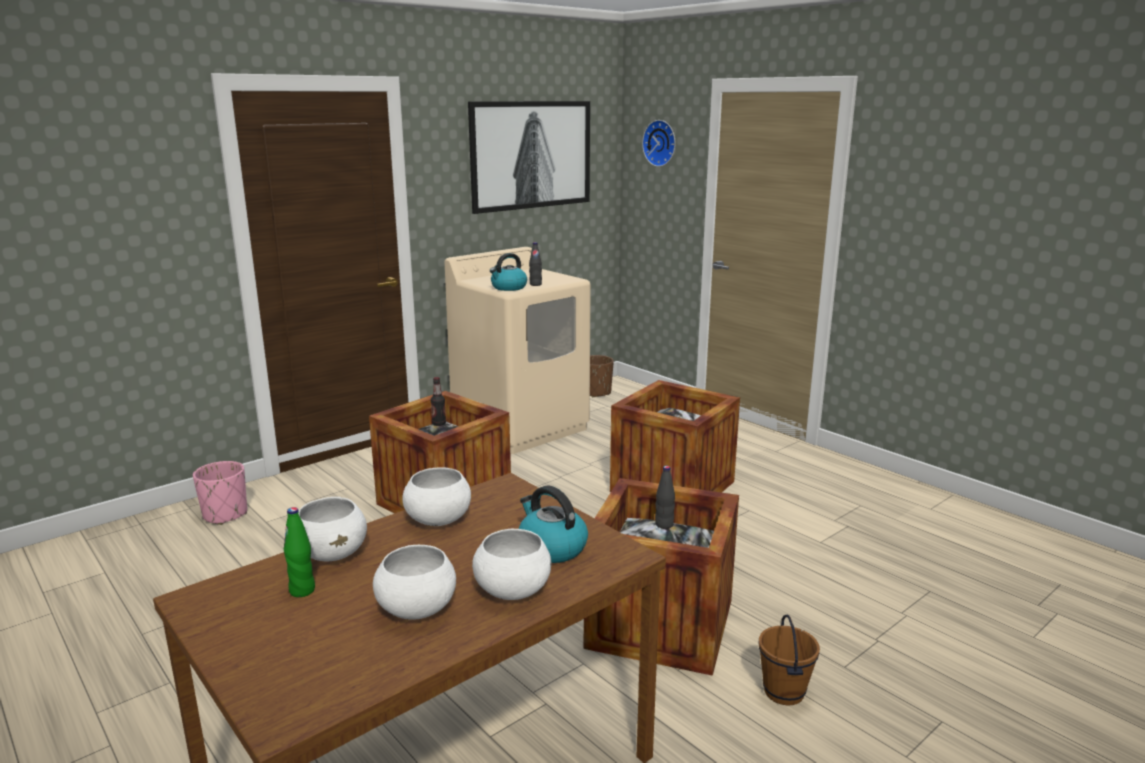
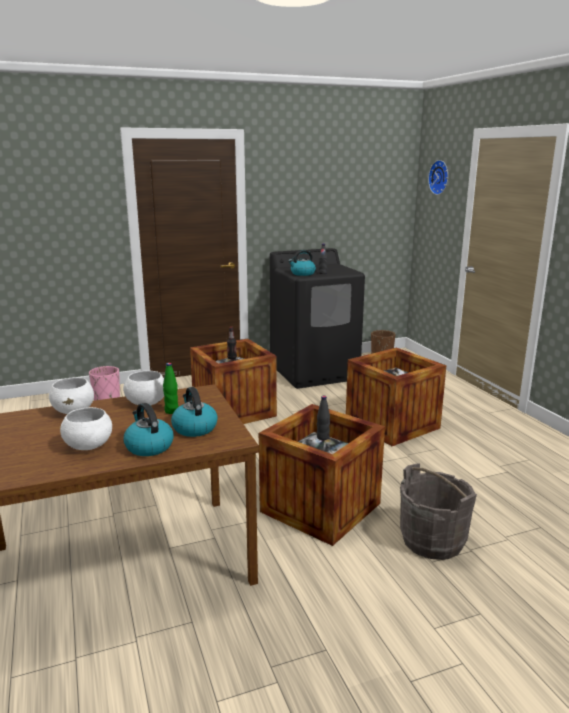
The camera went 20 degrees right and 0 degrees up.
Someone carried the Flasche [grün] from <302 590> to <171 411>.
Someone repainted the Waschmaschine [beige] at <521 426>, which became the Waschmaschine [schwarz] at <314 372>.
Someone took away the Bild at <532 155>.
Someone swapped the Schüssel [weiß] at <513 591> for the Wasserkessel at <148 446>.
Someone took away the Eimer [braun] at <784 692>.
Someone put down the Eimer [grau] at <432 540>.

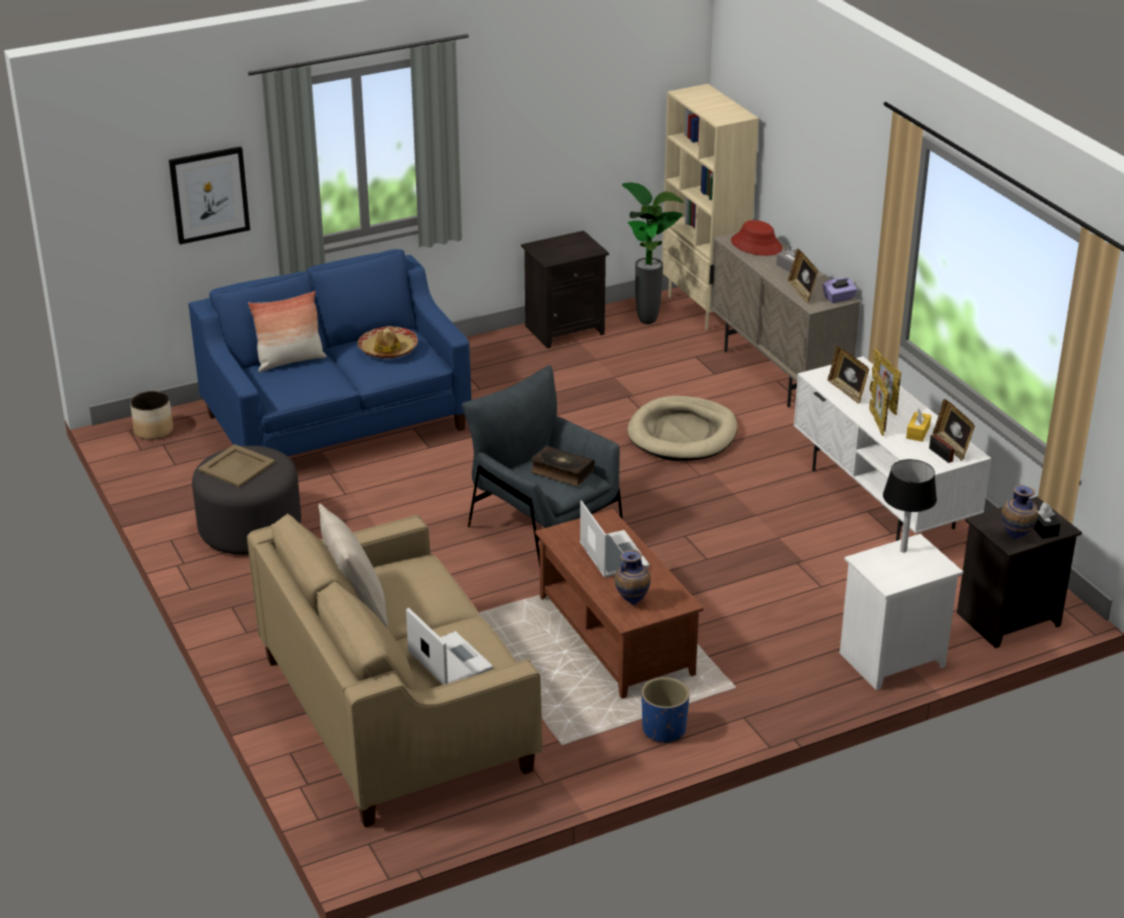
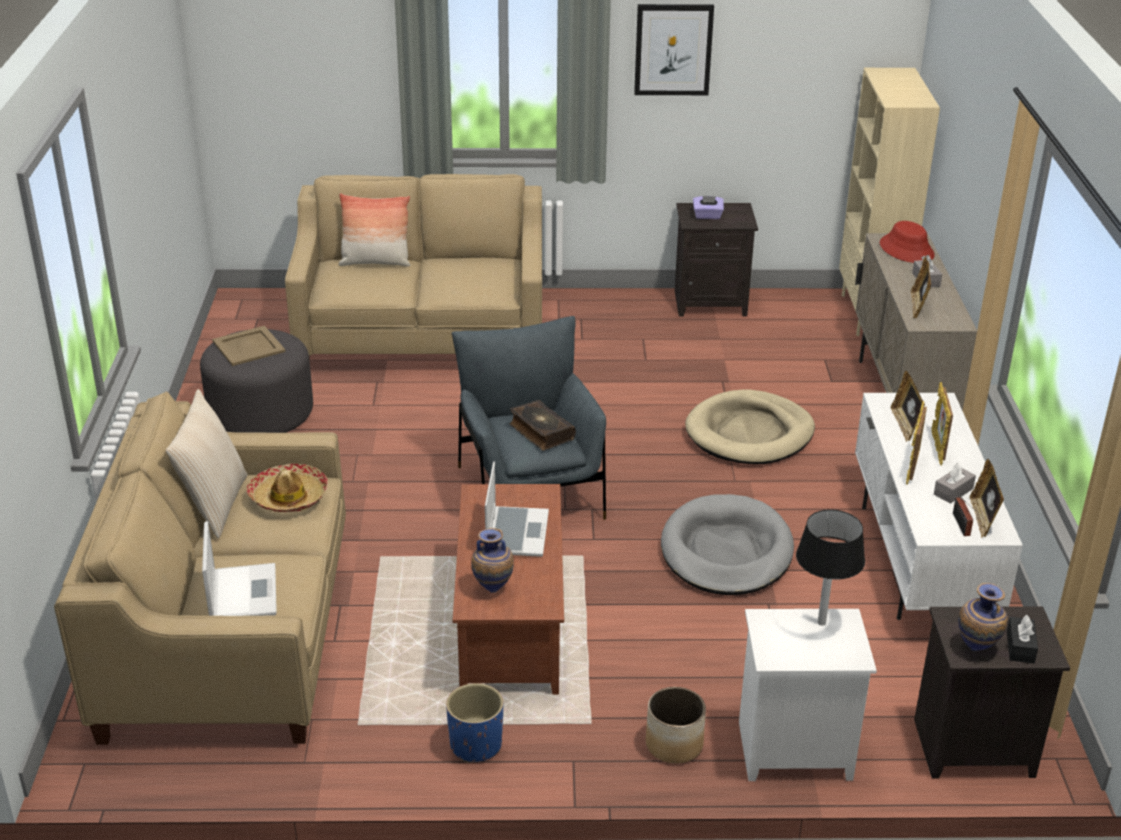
The camera went 25 degrees right and 0 degrees up.
Someone carried the Pflanzkübel from <154 430> to <674 744>.
Someone carried the Bild from <209 194> to <673 49>.
Someone repainted the Sofa [blau] at <336 422>, which became the Sofa [beige] at <422 337>.
Someone carried the Hut from <388 349> to <289 497>.
Someone took away the Topfpflanze at <646 321>.
Someone carried the Taschentuchbox [lila] from <839 298> to <707 216>.
Someone repainted the Taschentuchbox [gelb] at <918 432>, which became the Taschentuchbox [grau] at <953 491>.
Someone put down the Hundebett [grau] at <726 551>.

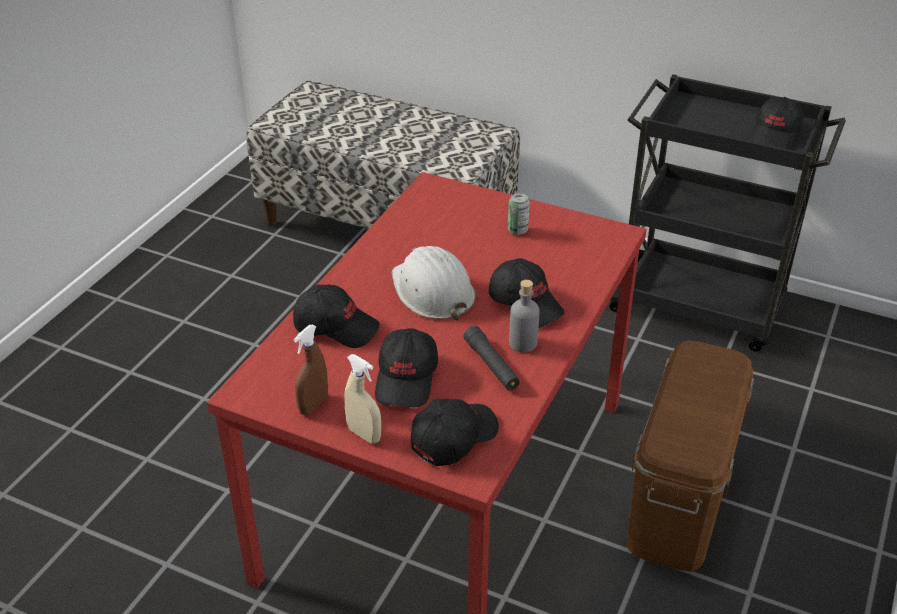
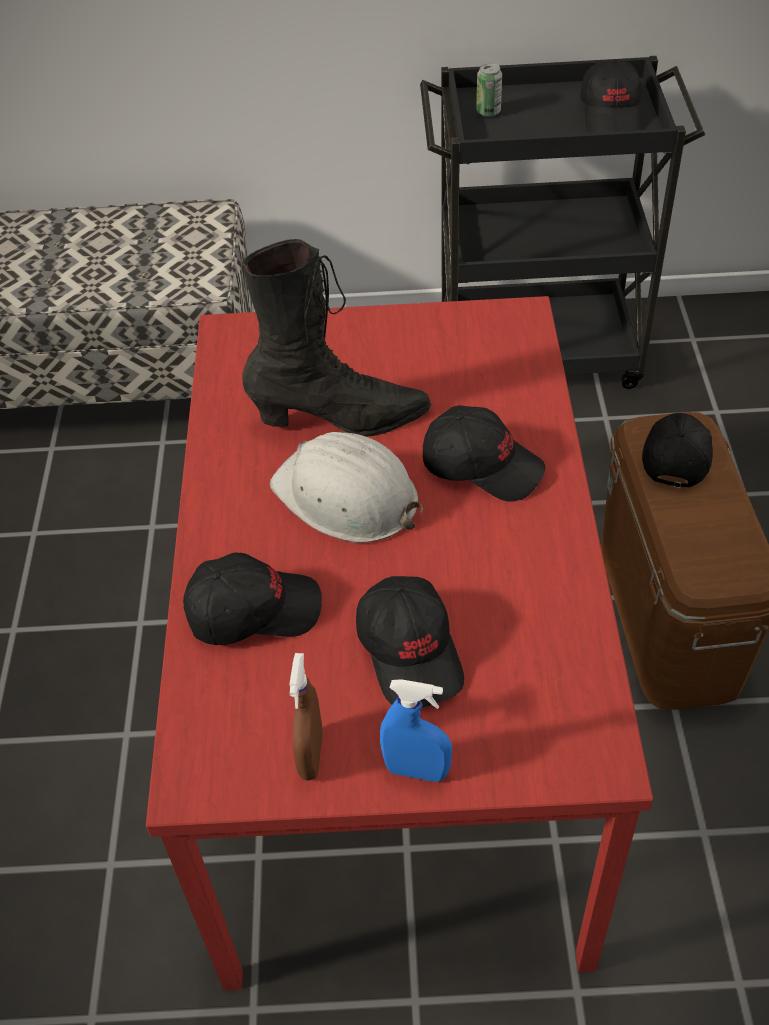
The camera went 25 degrees left and 10 degrees up.
Someone repainted the Sprühflasche [beige] at <364 434>, which became the Sprühflasche [blau] at <416 770>.
Someone carried the Kappe [schwarz] from <453 437> to <675 455>.
Someone took away the Taschenlampe [schwarz] at <491 365>.
Someone carried the Dose from <517 230> to <488 112>.
Someone took away the Flasche [grau] at <523 343>.
Someone put down the Stiefel [schwarz] at <340 419>.

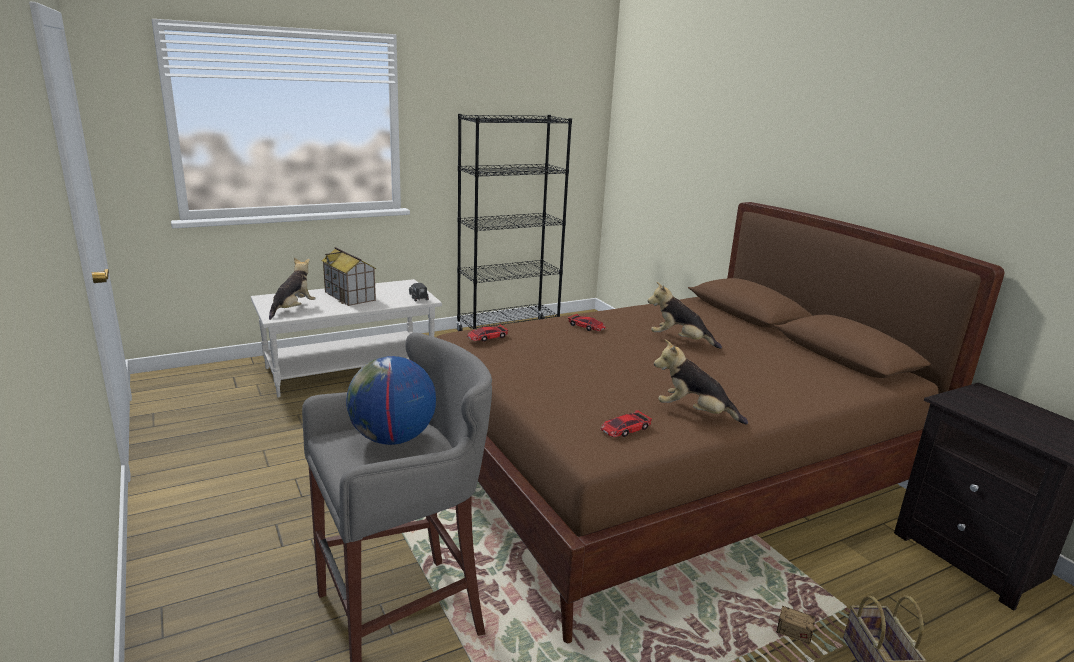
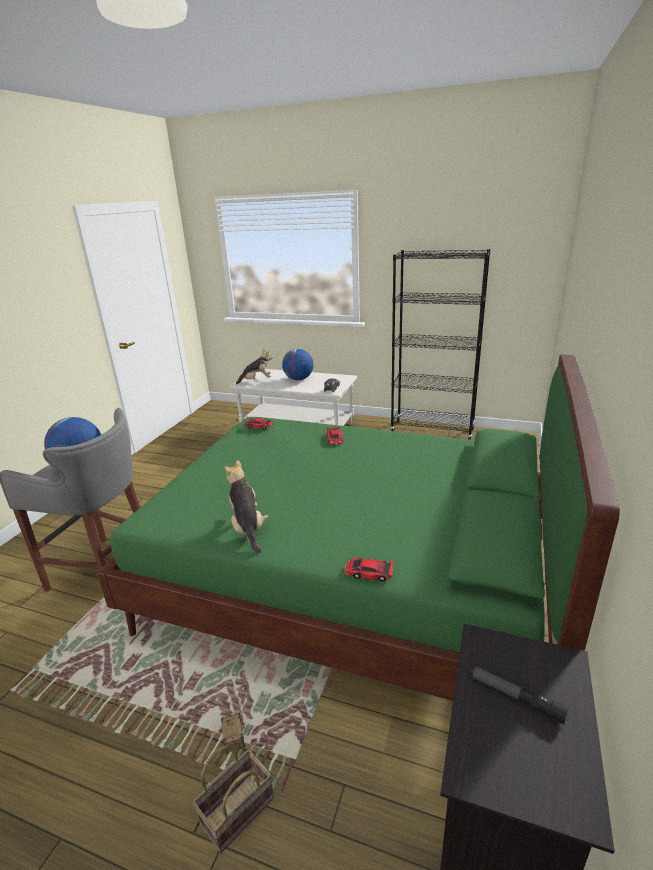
The camera went 50 degrees right and 5 degrees up.
Someone swapped the Spielzeughaus at <350 296> for the Globus at <298 379>.
Someone repainted the Bett [braun] at <667 477>, which became the Bett [grün] at <352 583>.
Someone carried the Spielzeugauto from <625 429> to <368 572>.
Someone took away the Plüschtier at <680 341>.
Someone put down the Taschenlampe at <515 697>.

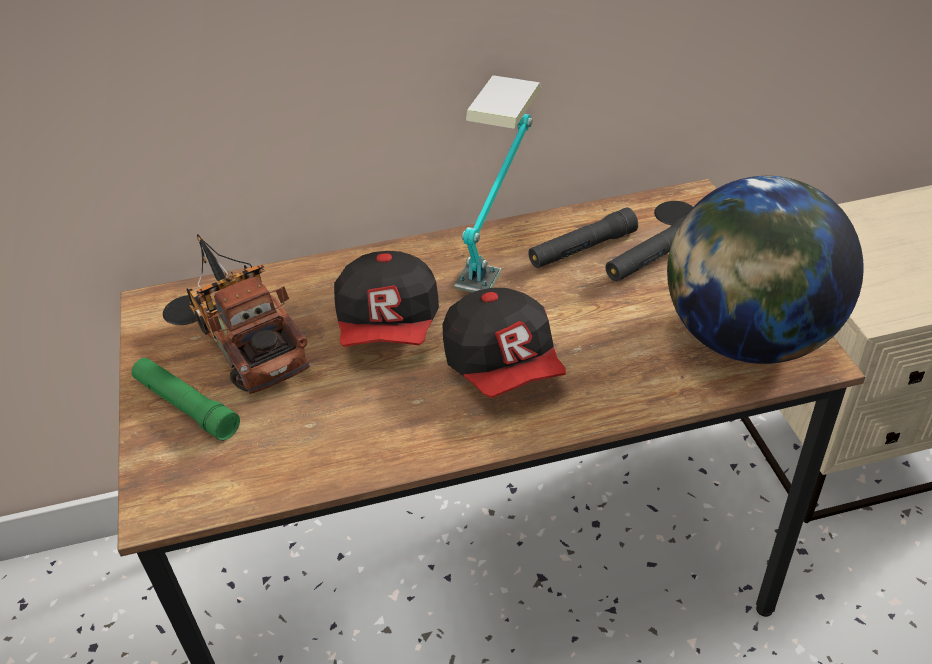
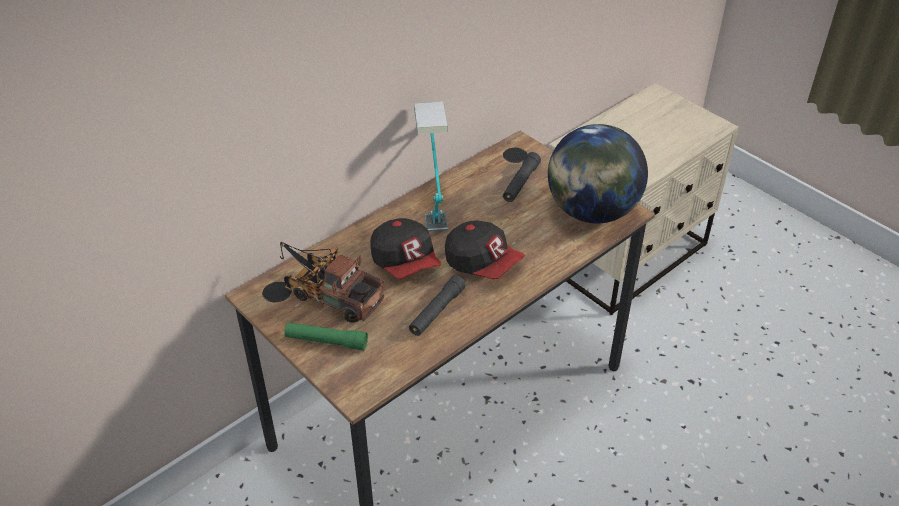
The camera went 30 degrees left and 0 degrees up.
Someone carried the Taschenlampe [schwarz] from <582 249> to <437 311>.

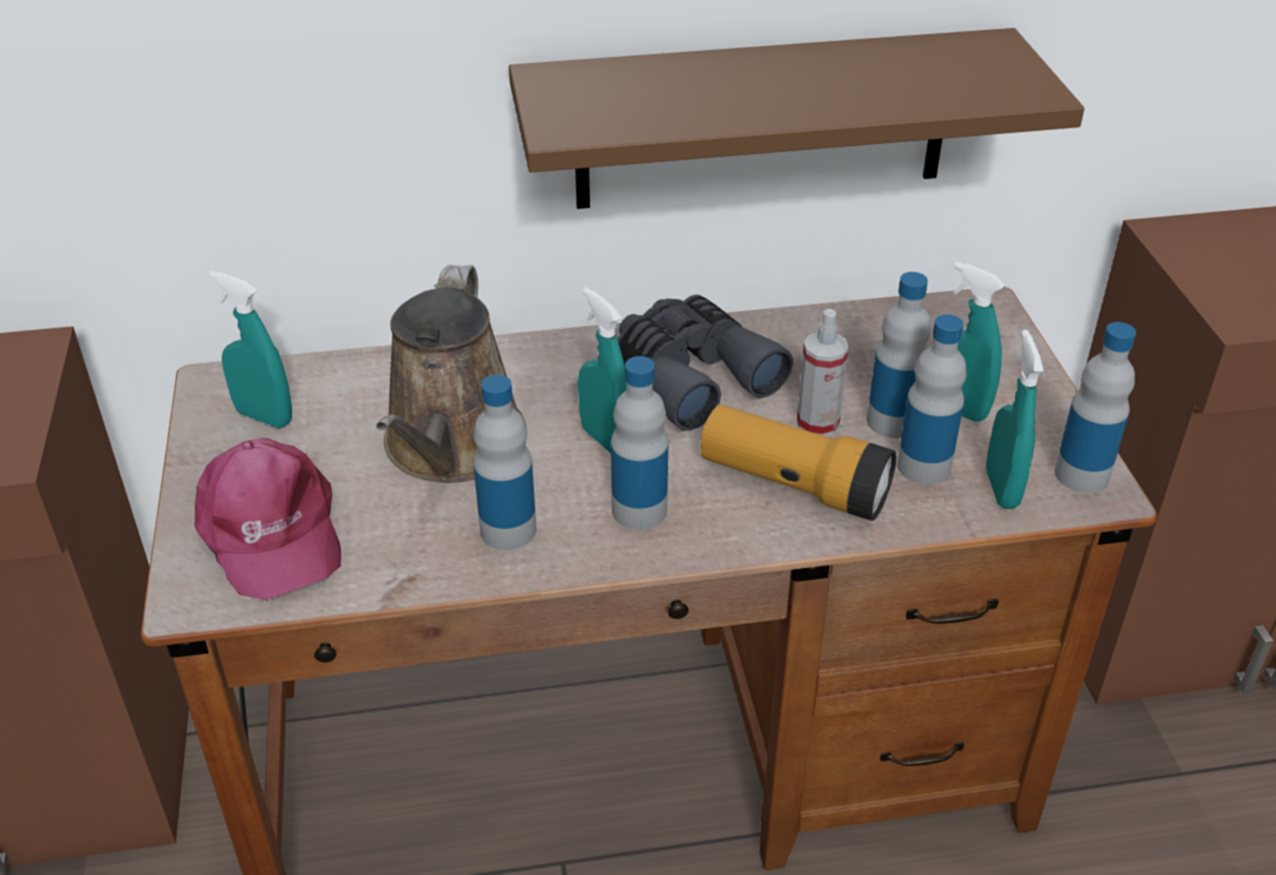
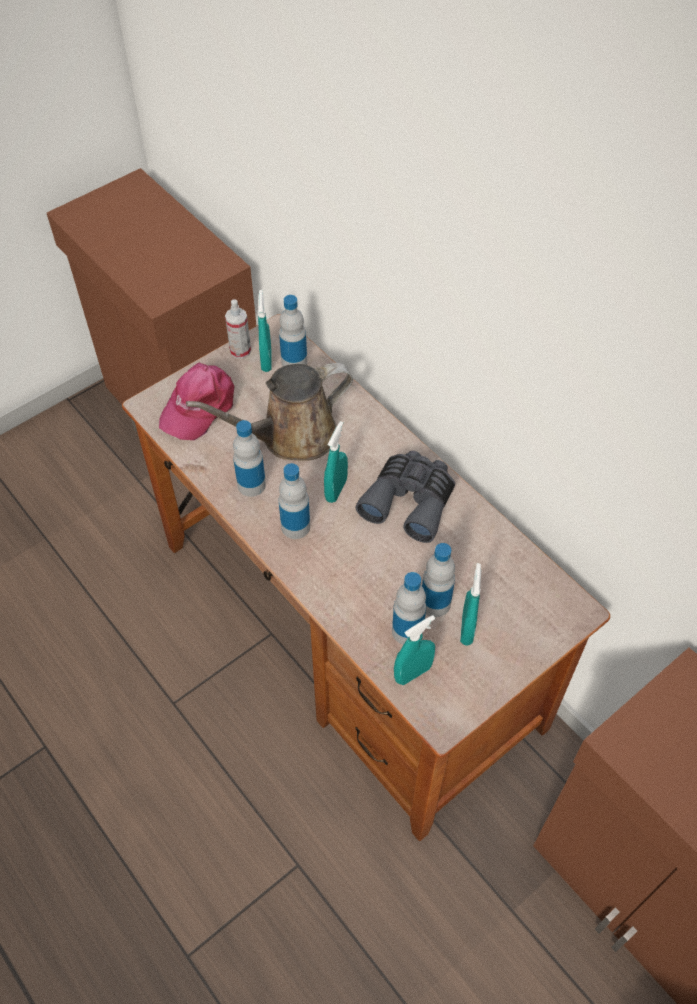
The camera went 60 degrees right and 15 degrees up.
Someone took away the Wandregal [braun] at <762 120>.
Someone took away the Taschenlampe at <794 485>.
Someone carried the Sprühflasche from <817 424> to <240 351>.
Someone carried the Flasche from <1081 474> to <294 362>.

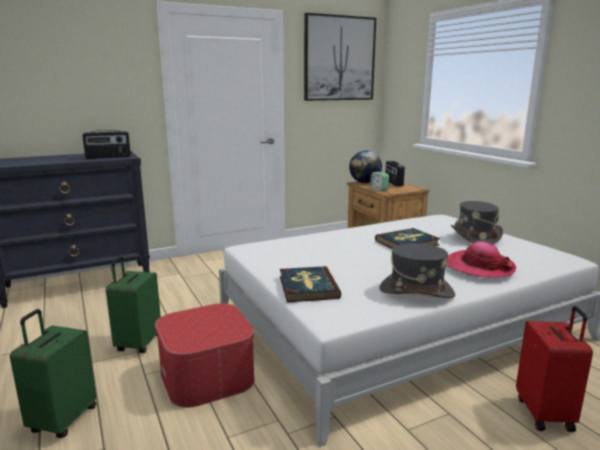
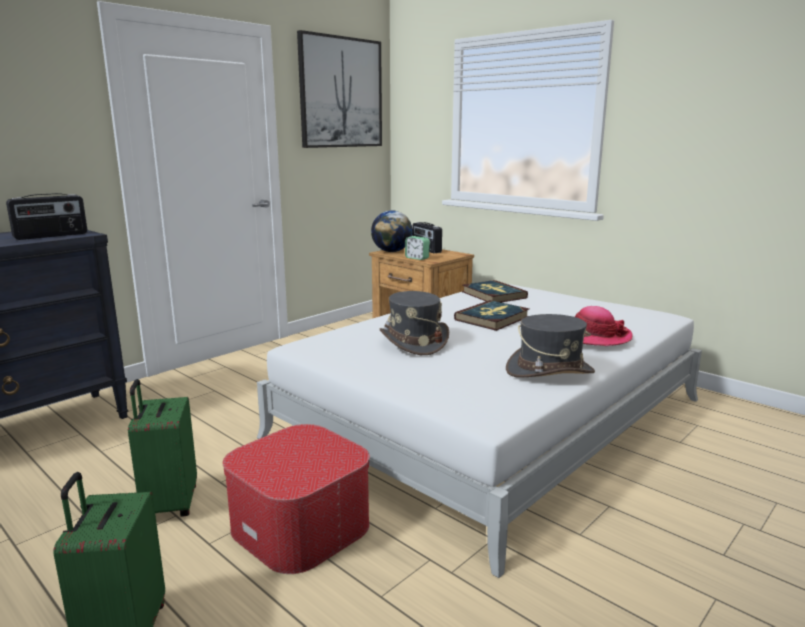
The camera went 20 degrees left and 0 degrees up.
Someone carried the Buch from <308 287> to <493 295>.
Someone carried the Hut [grau] from <475 237> to <413 342>.
Someone took away the Koffer [rot] at <546 414>.

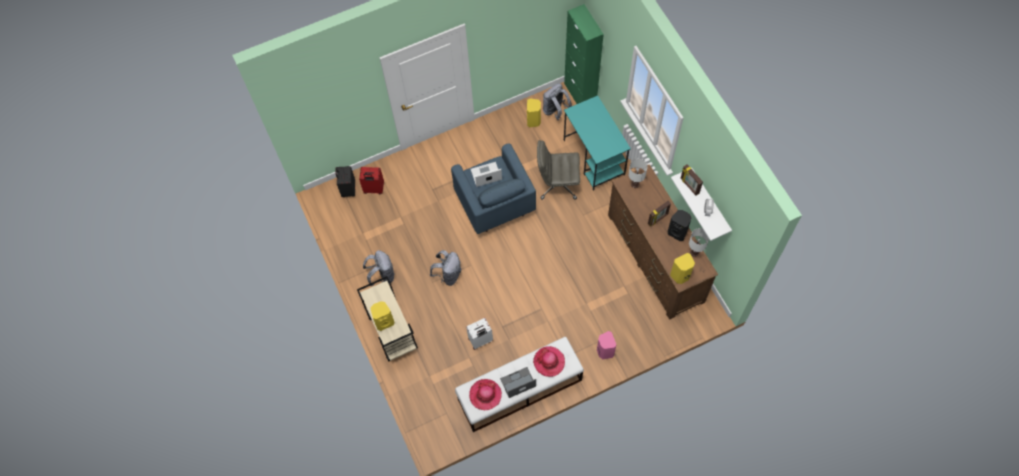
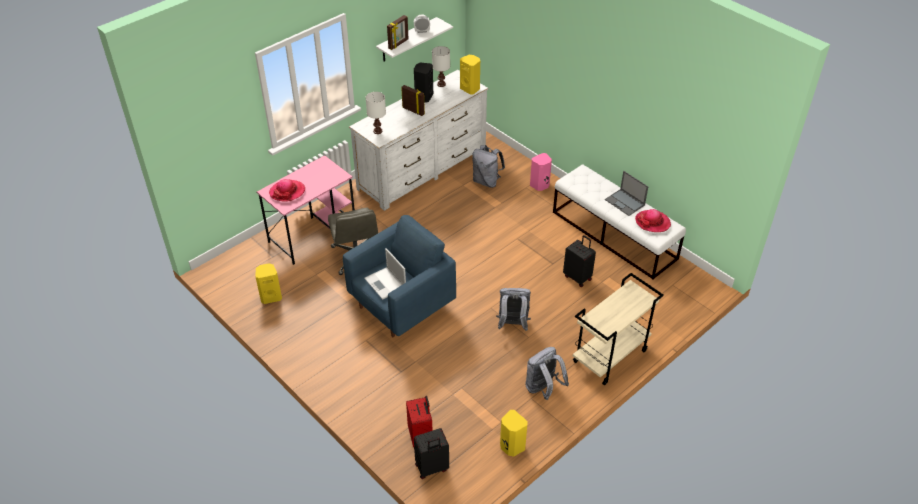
The camera went 110 degrees left and 20 degrees down.
Someone carried the Lautsprecher [gelb] from <384 321> to <511 446>.
Someone repainted the Koffer [weiß] at <480 340>, which became the Koffer [schwarz] at <578 277>.
Someone carried the Hut from <549 362> to <287 192>.
Someone carried the Rucksack [grau] from <555 111> to <486 181>.
Someone took away the Schrank [grün] at <580 94>.
Someone repainted the Schreibtisch [türkis] at <594 158>, which became the Schreibtisch [rosa] at <313 234>.
Someone repainted the Kommode [braun] at <655 258>, which became the Kommode [weiß] at <422 169>.

